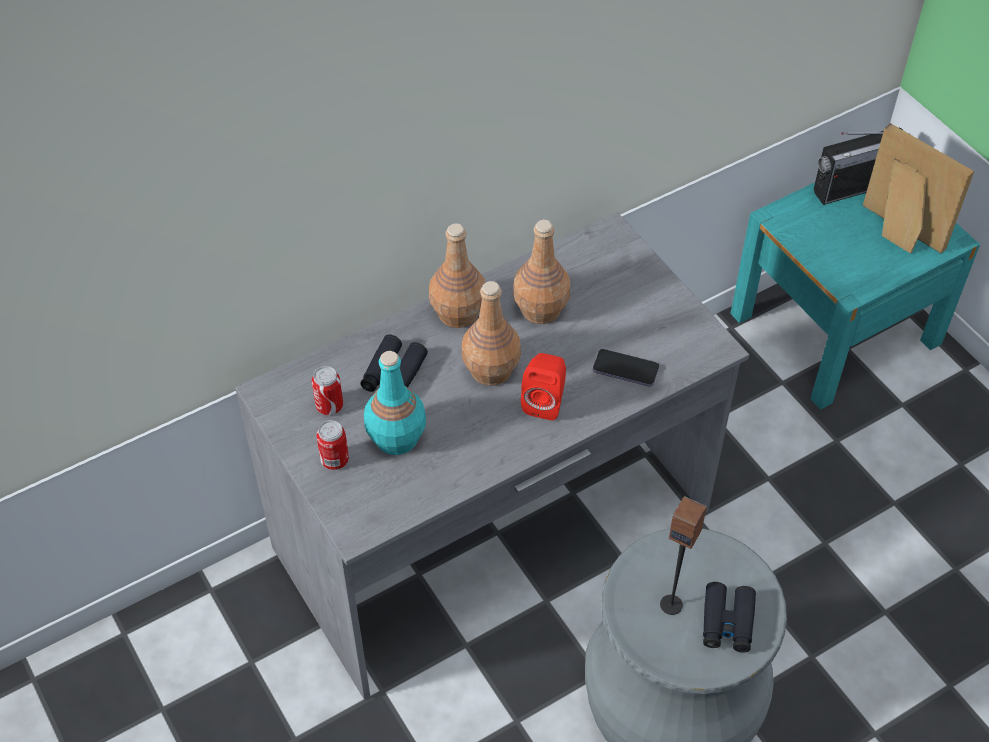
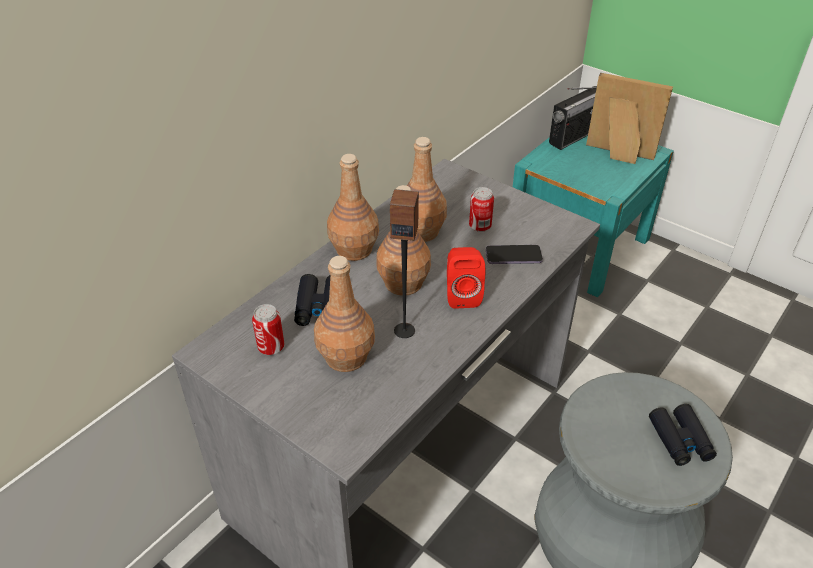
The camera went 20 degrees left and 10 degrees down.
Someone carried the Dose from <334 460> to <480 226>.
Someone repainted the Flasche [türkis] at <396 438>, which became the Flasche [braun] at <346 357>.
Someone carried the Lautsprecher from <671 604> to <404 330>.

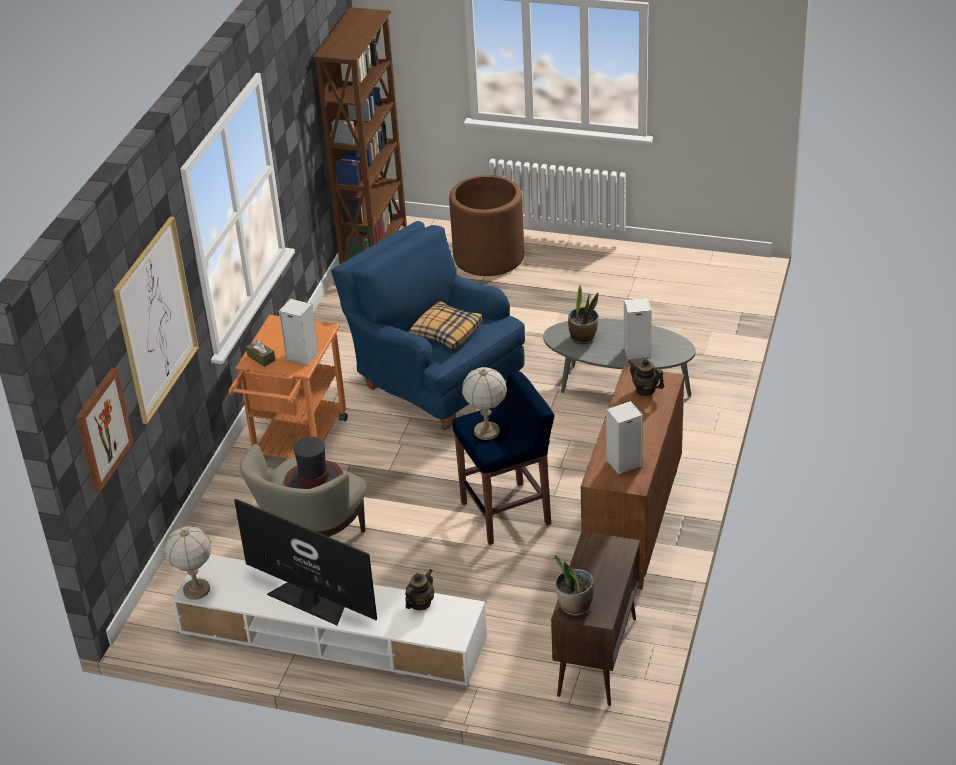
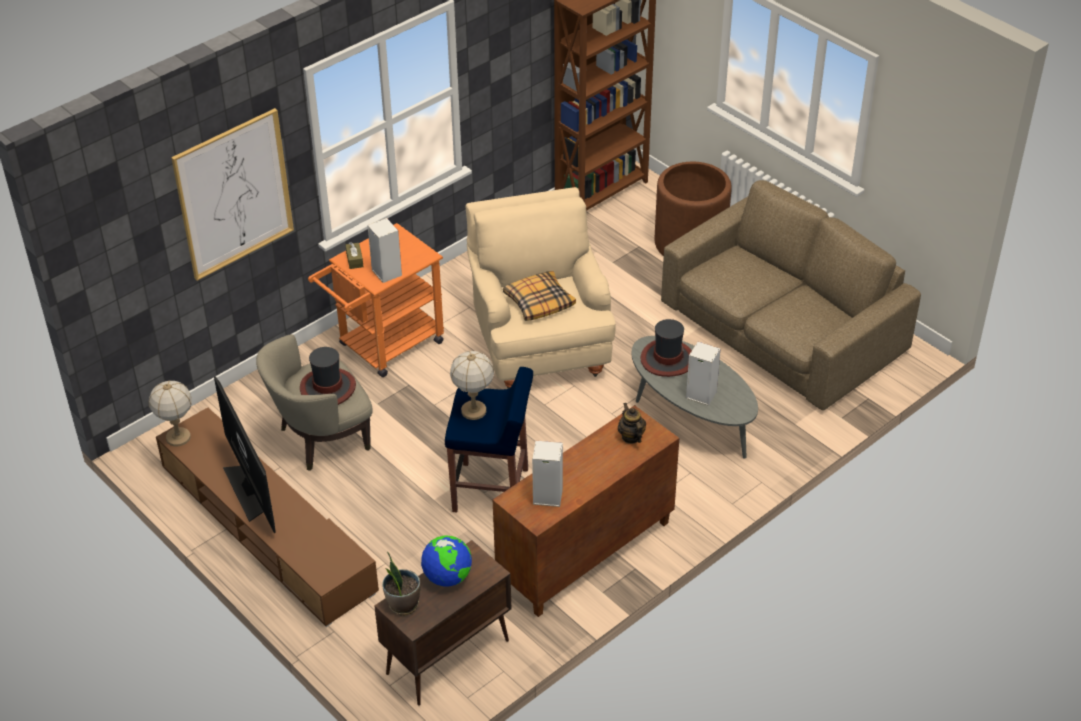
The camera went 30 degrees right and 5 degrees up.
Someone took away the Bild at <103 429>.
Someone repainted the Fernsehschrank [weiß] at <332 636>, which became the Fernsehschrank [braun] at <266 527>.
Someone repainted the Sessel [blau] at <436 384>, which became the Sessel [beige] at <539 344>.
Someone took away the Teekanne at <420 603>.
Someone swapped the Topfpflanze at <583 337> for the Hut at <667 359>.
Someone put down the Globus at <447 577>.
Someone put down the Sofa [braun] at <782 329>.

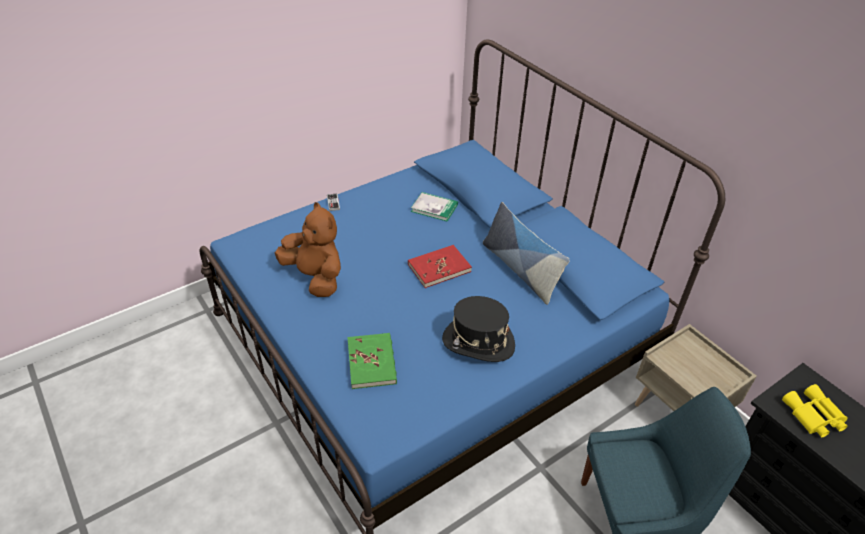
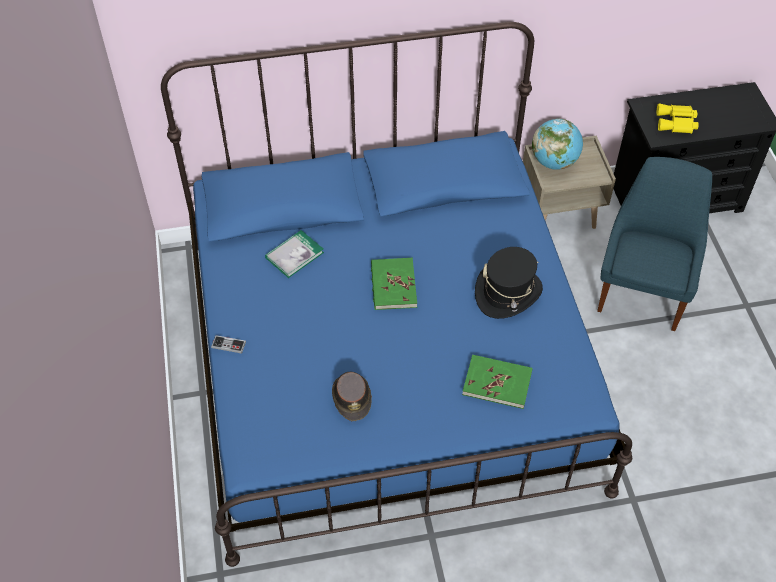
The camera went 65 degrees left and 10 degrees up.
Someone swapped the Plüschtier [braun] at <315 277> for the Hut [braun] at <352 397>.
Someone repainted the Buch [rot] at <439 268>, which became the Buch [grün] at <393 285>.
Someone took away the Kissen at <520 270>.
Someone put down the Globus at <554 162>.

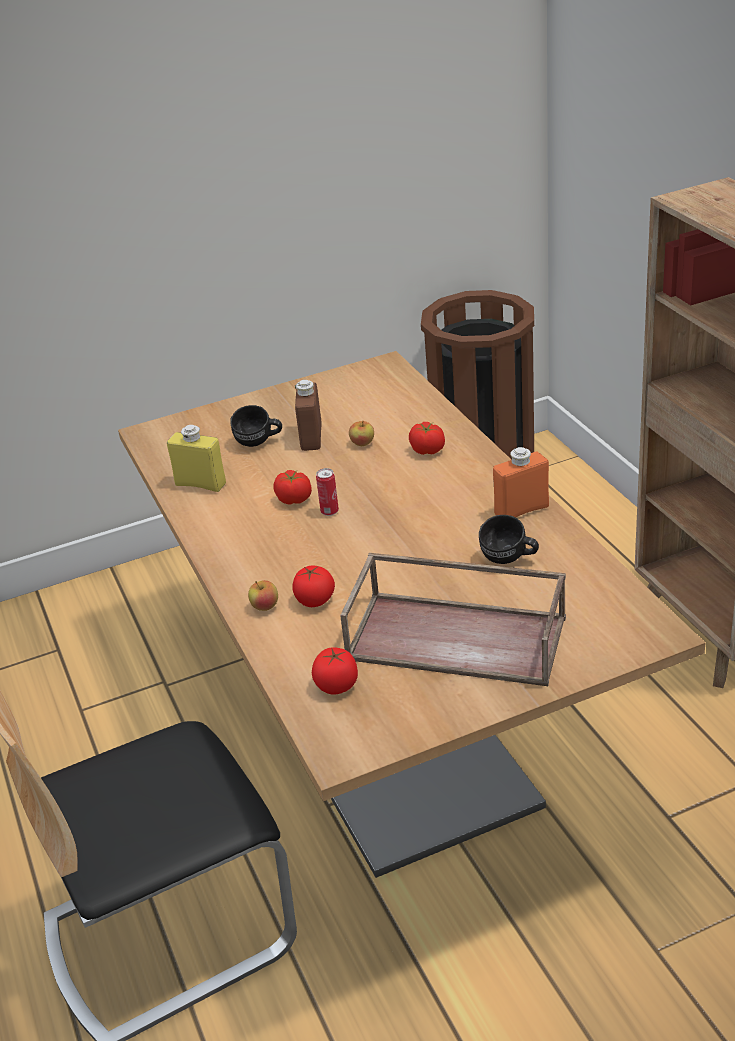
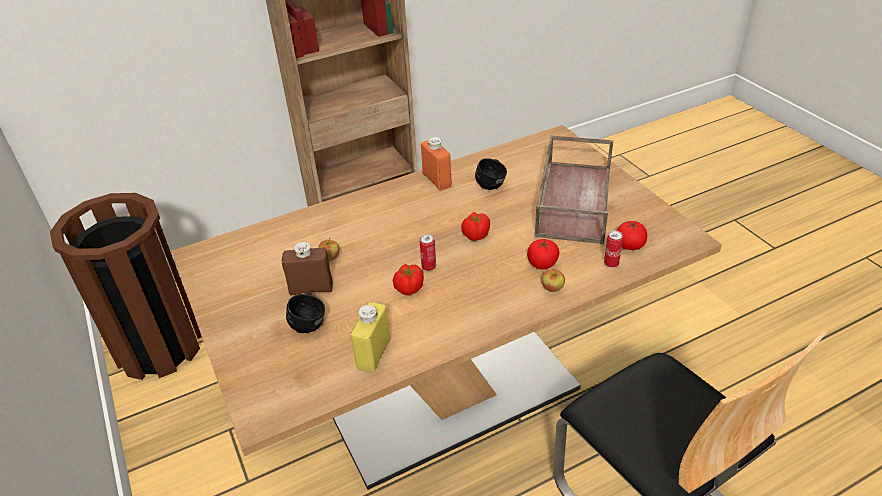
The camera went 95 degrees left and 5 degrees up.
Someone carried the Tomate from <427 450> to <475 235>.
Someone put down the Dose at <611 264>.

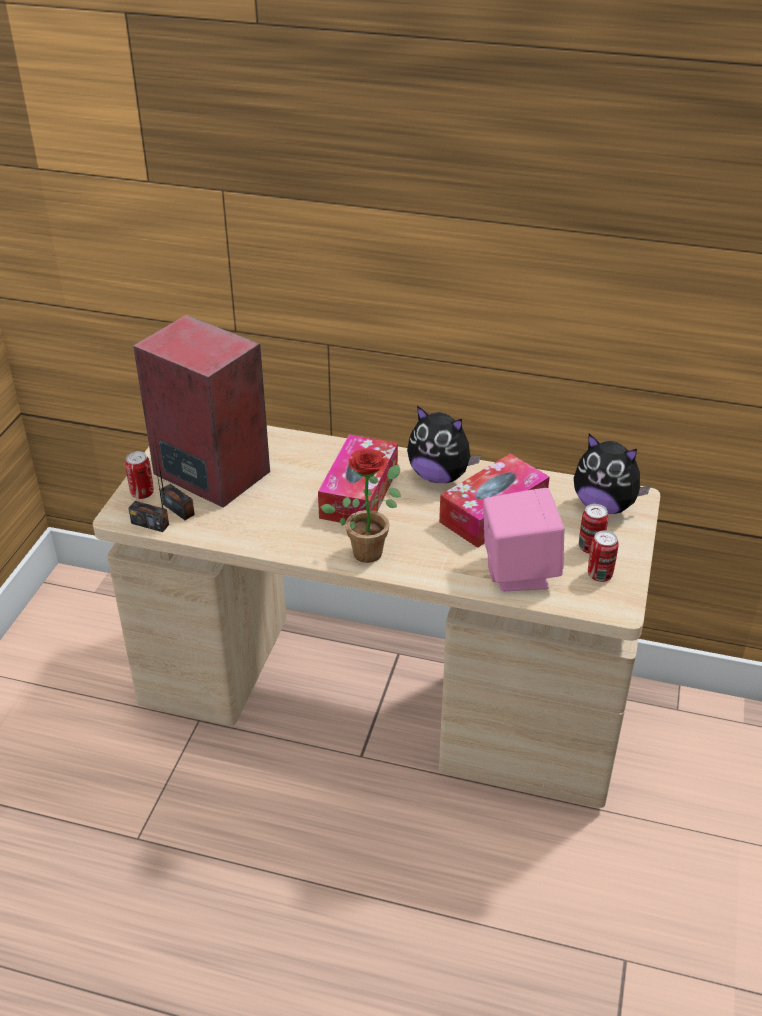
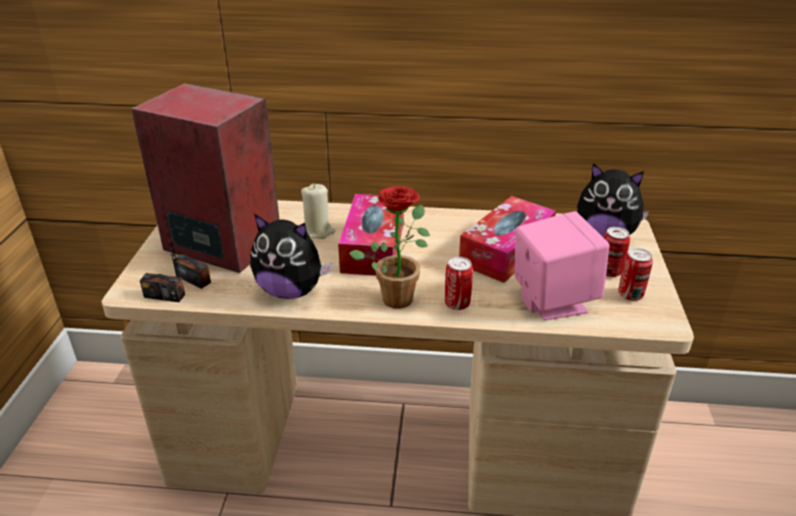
The camera went 10 degrees left and 5 degrees down.
Someone carried the Dose from <142 493> to <457 304>.
Someone carried the Plüschtier from <439 476> to <291 291>.
Someone put down the Kerze [beige] at <318 231>.

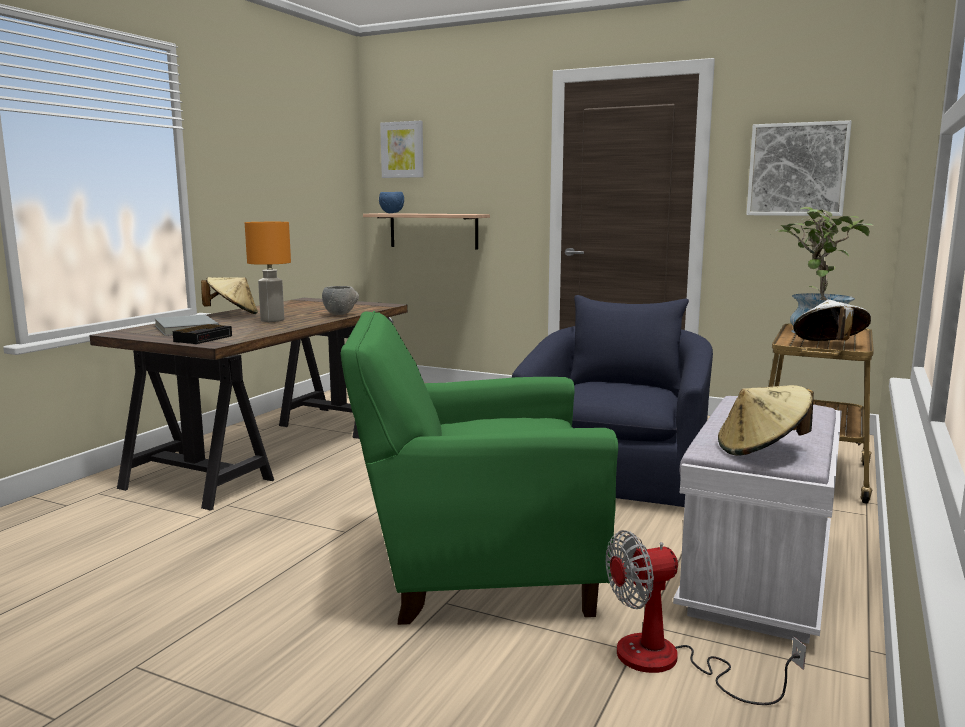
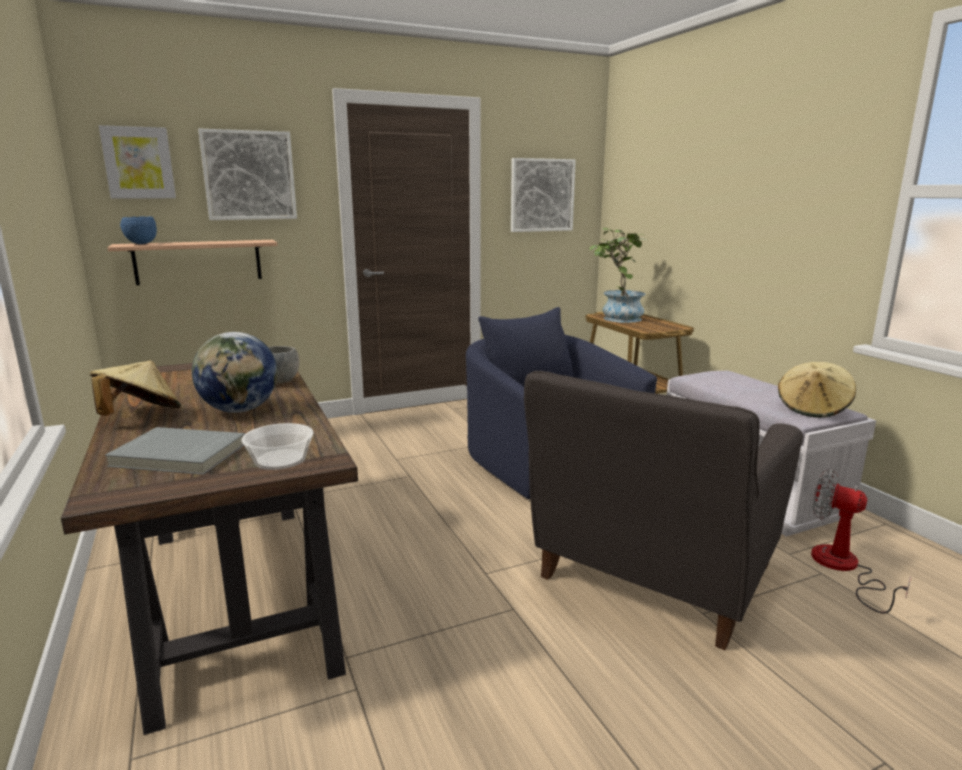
The camera went 50 degrees left and 5 degrees up.
Someone swapped the Wecker at <204 338> for the Schüssel at <279 459>.
Someone swapped the Tischlampe [orange] at <272 320> for the Globus at <240 410>.
Someone repainted the Sessel [grün] at <473 567>, which became the Sessel [grau] at <651 577>.
Someone rotated the Ventilator at <669 662> by 105 degrees clockwise.
Someone took away the Hut [weiß] at <829 345>.
Someone put up the Bild at <249 175>.

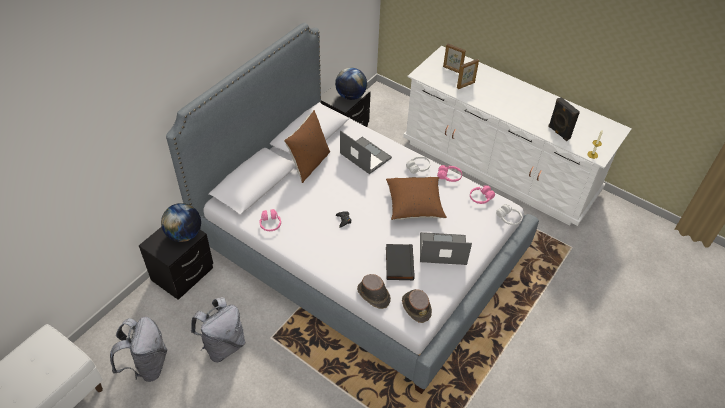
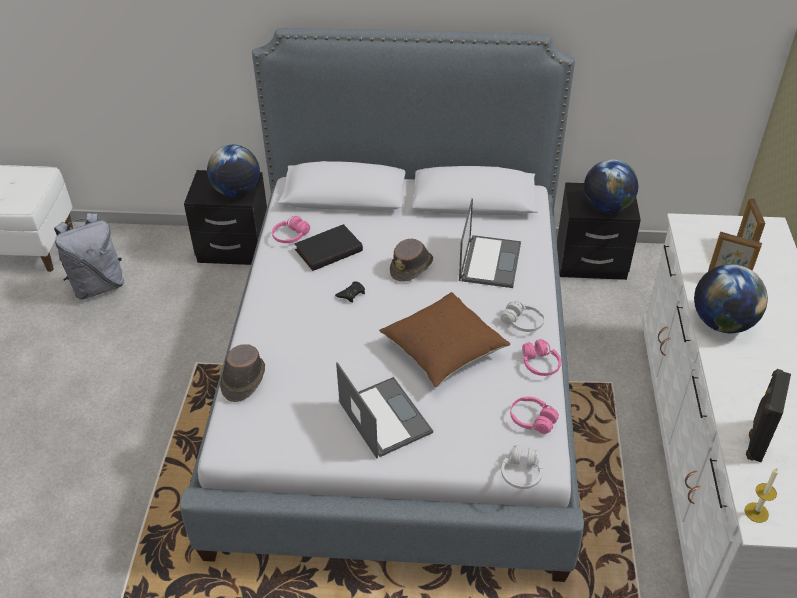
The camera went 60 degrees right and 5 degrees down.
Someone took away the Rucksack [grau] at <223 345>.
Someone took away the Kissen [braun] at <309 164>.
Someone carried the Buch [schwarz] from <398 263> to <328 249>.
Someone carried the Hut [braun] from <416 307> to <412 267>.
Someone put down the Globus at <722 323>.

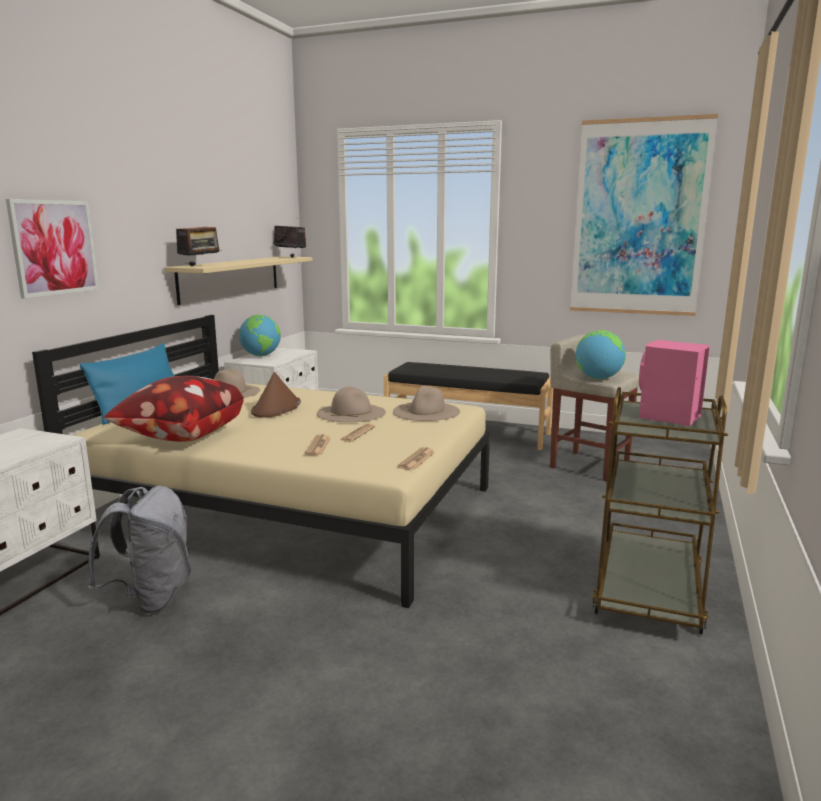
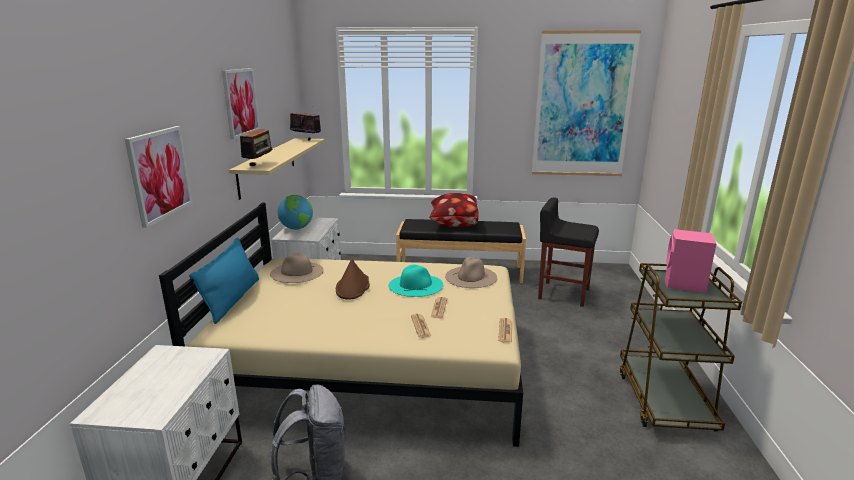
The camera went 15 degrees left and 5 degrees up.
Someone carried the Kissen from <180 436> to <453 224>.
Someone repainted the Hut [beige] at <351 412>, which became the Hut [türkis] at <415 285>.
Someone repainted the Hocker [beige] at <588 465>, which became the Hocker [schwarz] at <562 293>.
Someone took away the Globus at <598 378>.
Someone put up the Bild at <240 102>.

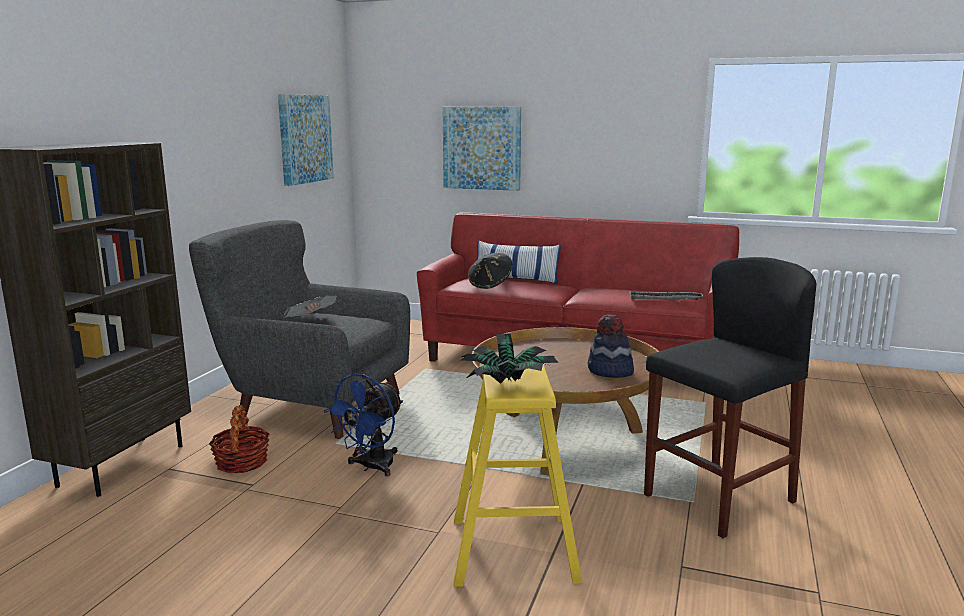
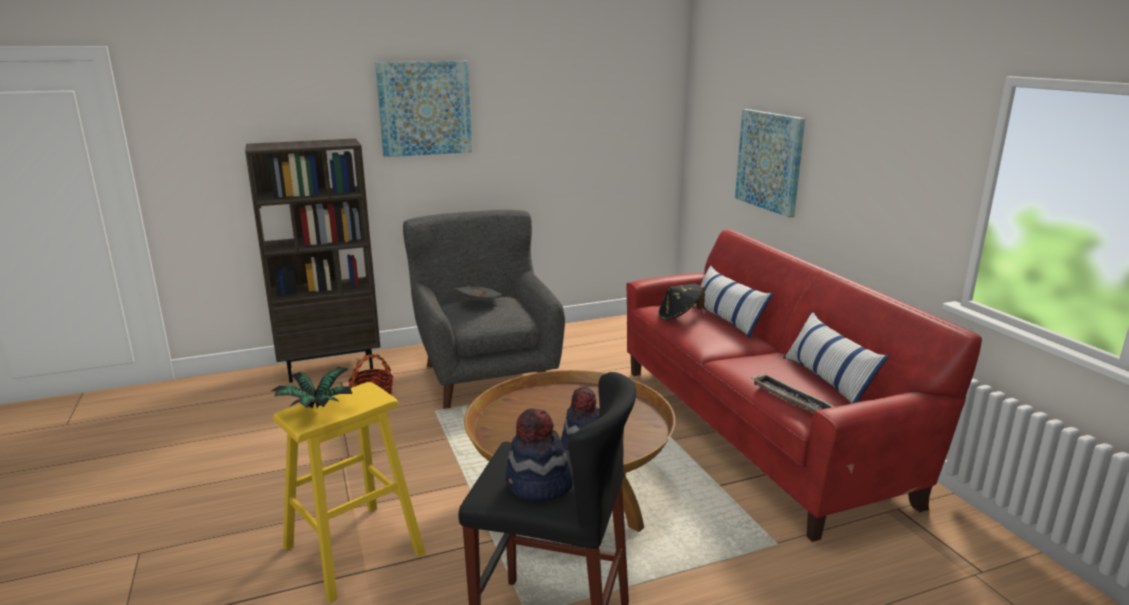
The camera went 50 degrees right and 5 degrees up.
Someone carried the Bild from <305 139> to <424 108>.
Someone took away the Ventilator [blau] at <371 467>.
Someone put down the Hut at <538 486>.
Someone put down the Kissen at <827 380>.

